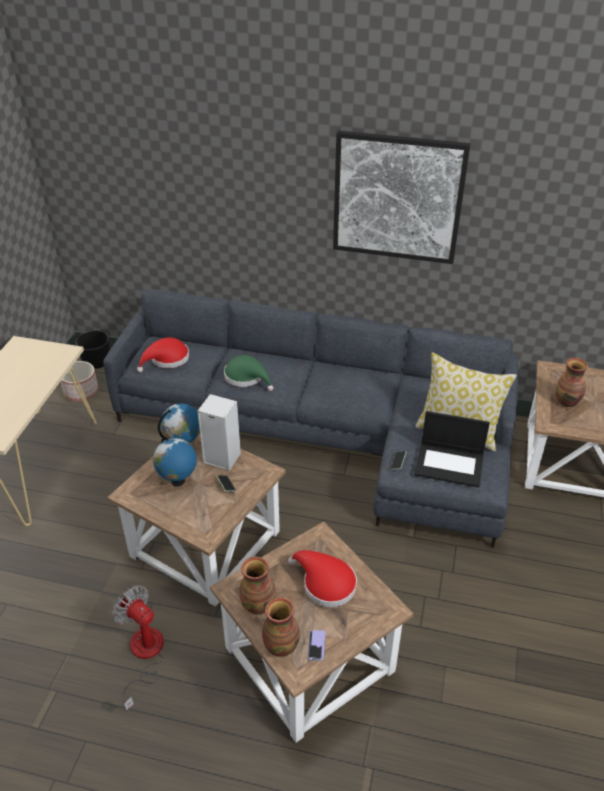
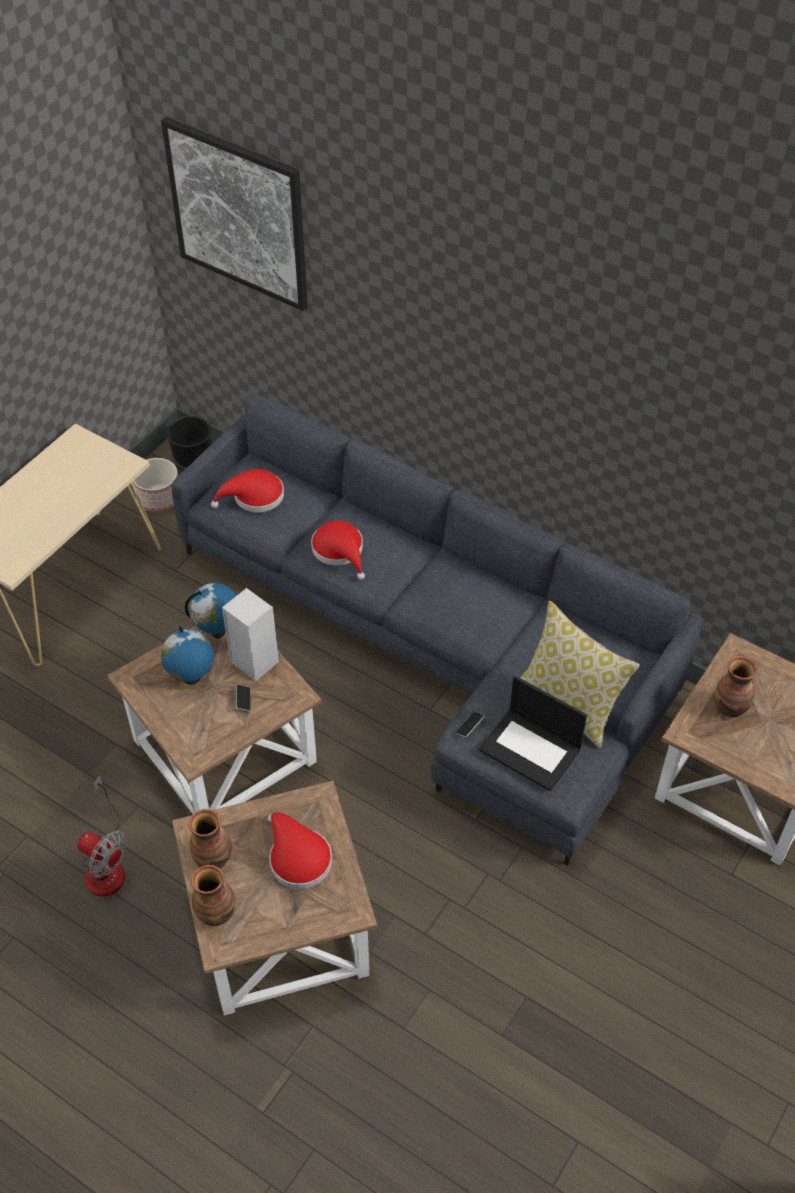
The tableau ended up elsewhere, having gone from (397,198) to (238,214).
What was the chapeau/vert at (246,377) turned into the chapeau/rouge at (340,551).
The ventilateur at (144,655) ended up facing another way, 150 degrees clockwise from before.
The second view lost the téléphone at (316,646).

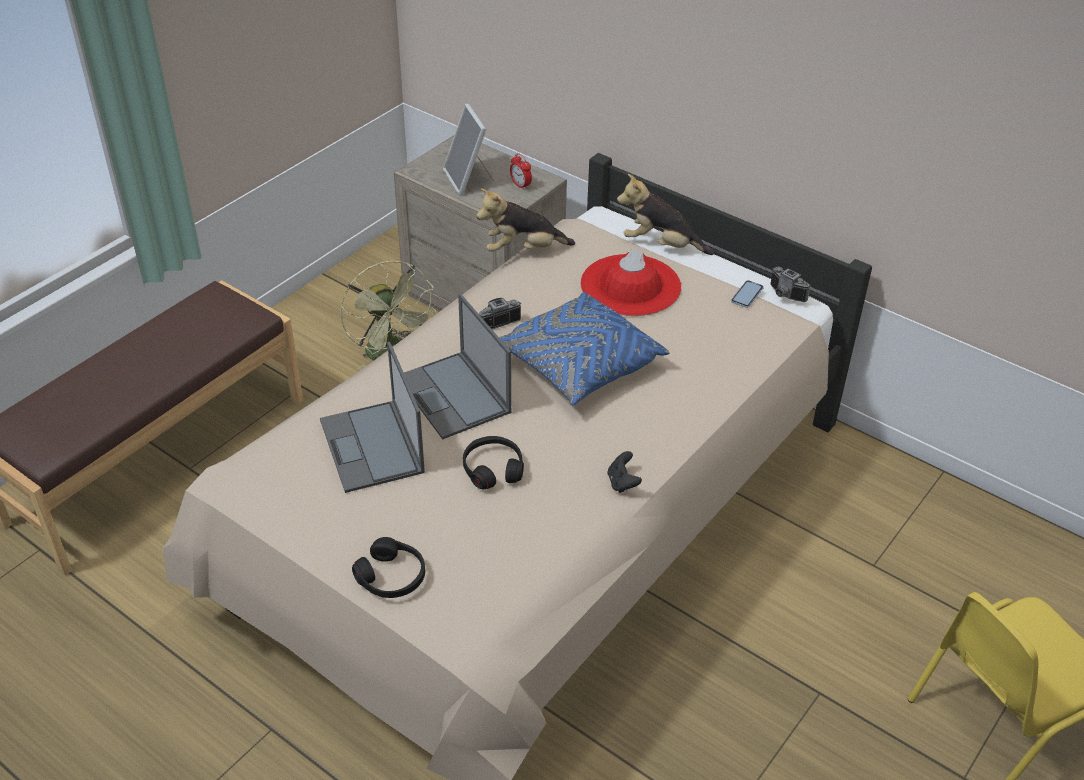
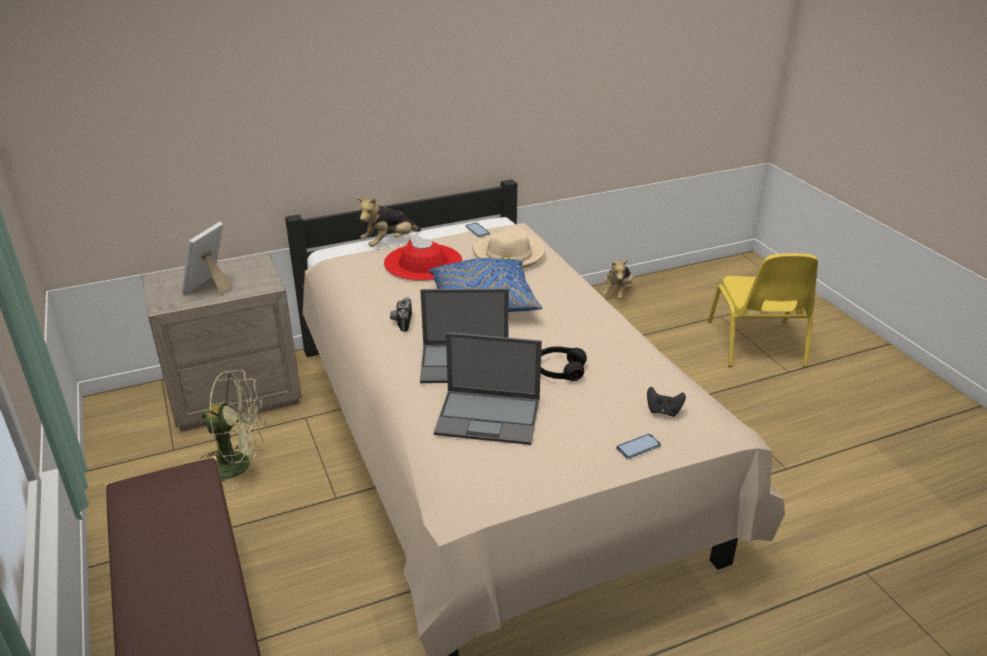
The cadre photo at (468,180) ended up facing another way, 105 degrees clockwise from before.
The second view lost the réveil at (520,185).
The peluche ended up elsewhere, having gone from (523,250) to (617,293).
The second view lost the appareil photo at (784,295).
The manette/noir ended up elsewhere, having gone from (622,482) to (663,411).
Where the casque audio/noir stood at (391,577), the téléphone came to stand at (638,447).
The second view gained the chapeau/beige at (509,255).

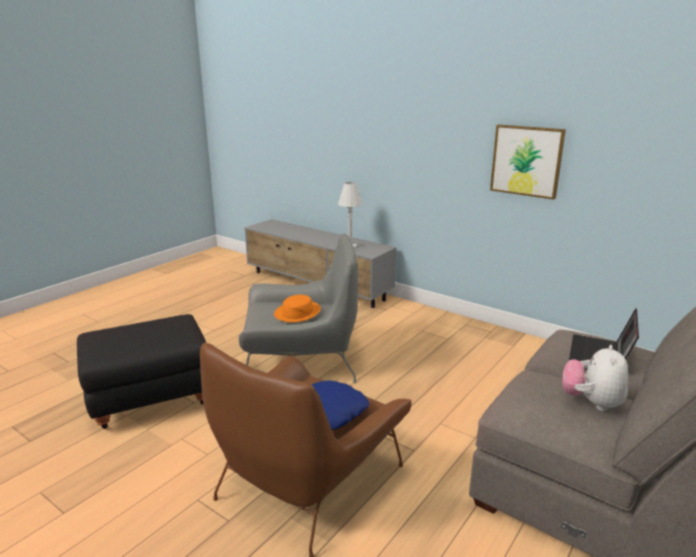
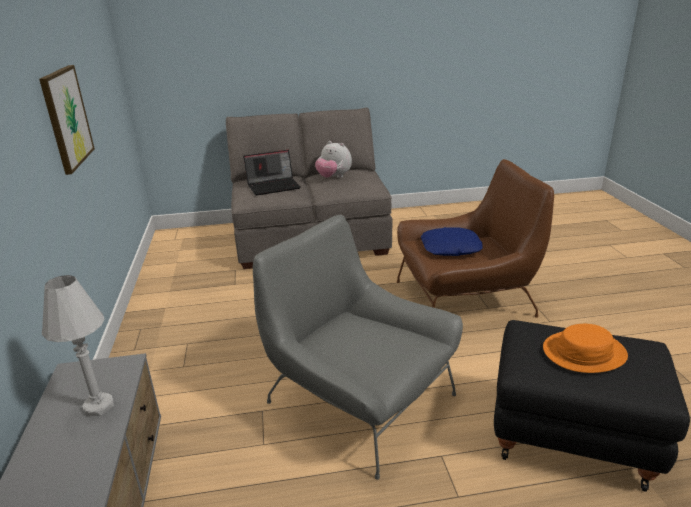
The chapeau/orange ended up elsewhere, having gone from (297,312) to (584,353).
The peluche at (591,403) ended up facing another way, 60 degrees clockwise from before.

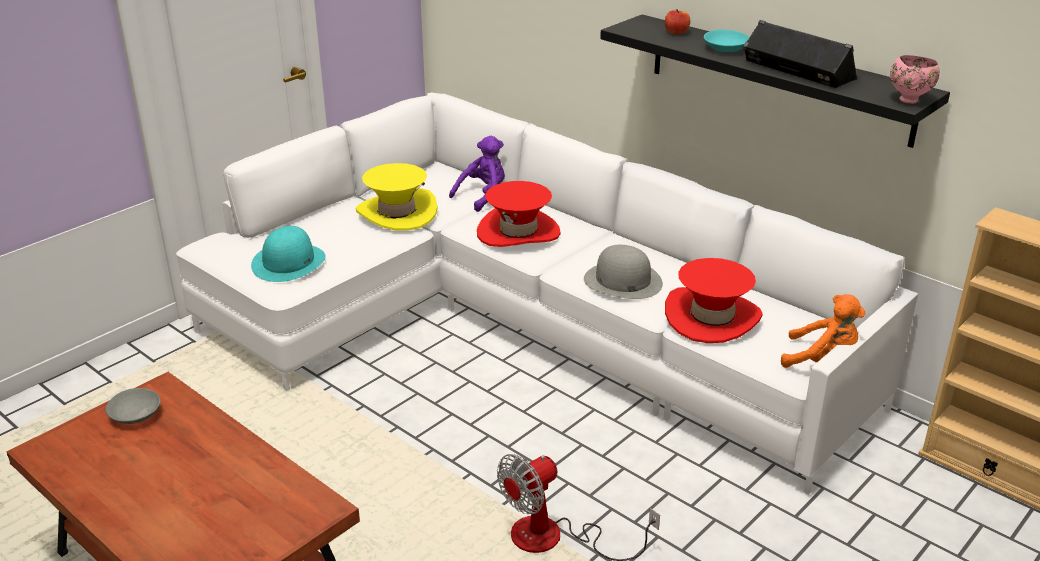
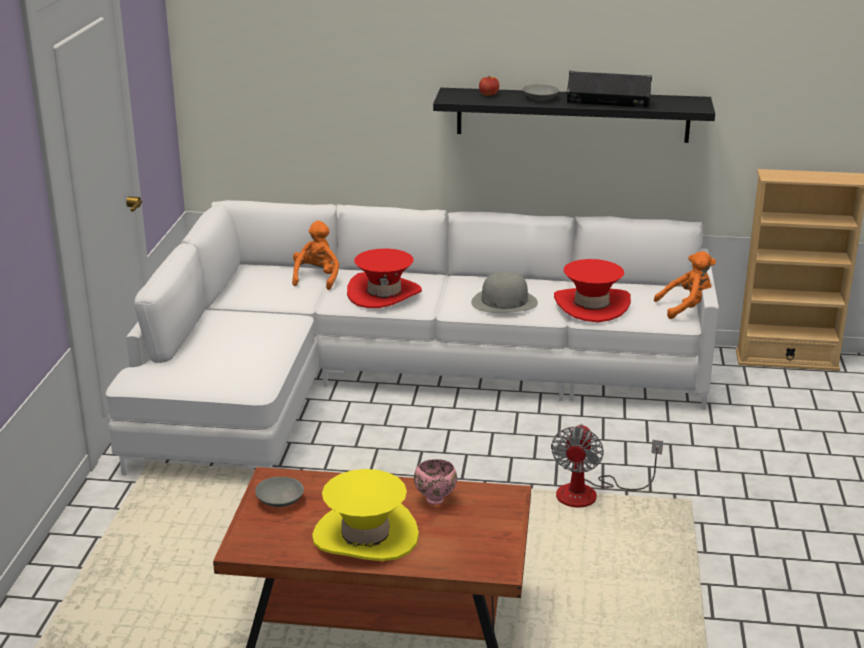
What was the bol/turquoise at (726,49) turned into the bol/gris at (540,98).
The bol/rose ended up elsewhere, having gone from (910,100) to (436,499).
What was the peluche/violet at (482,196) turned into the peluche/orange at (317,278).
The chapeau/jaune ended up elsewhere, having gone from (397,213) to (365,536).
The second view lost the chapeau/turquoise at (288,262).

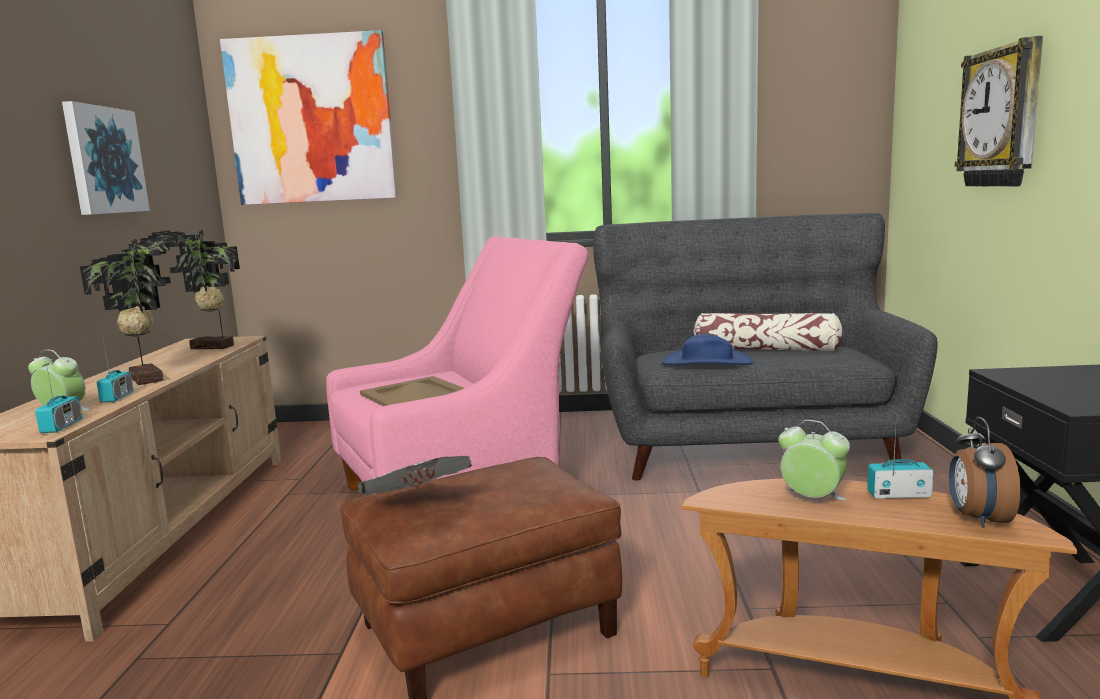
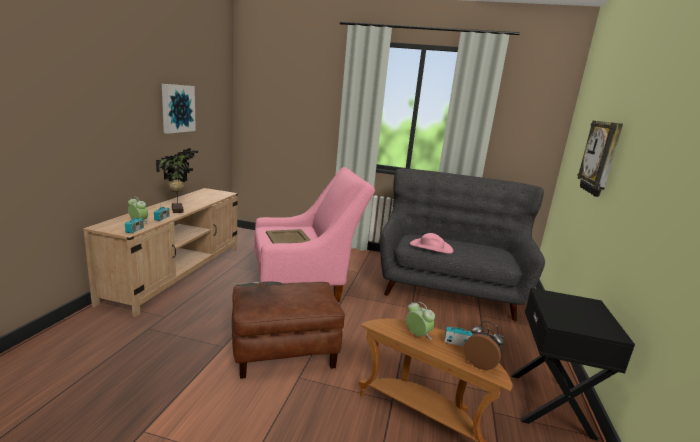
The second view lost the tableau at (311,120).
The second view lost the plante en pot at (211,348).
The second view lost the coussin at (766,349).
What was the chapeau/bleu at (706,362) turned into the chapeau/rose at (431,247).
The réveil at (977,519) ended up facing another way, 105 degrees clockwise from before.

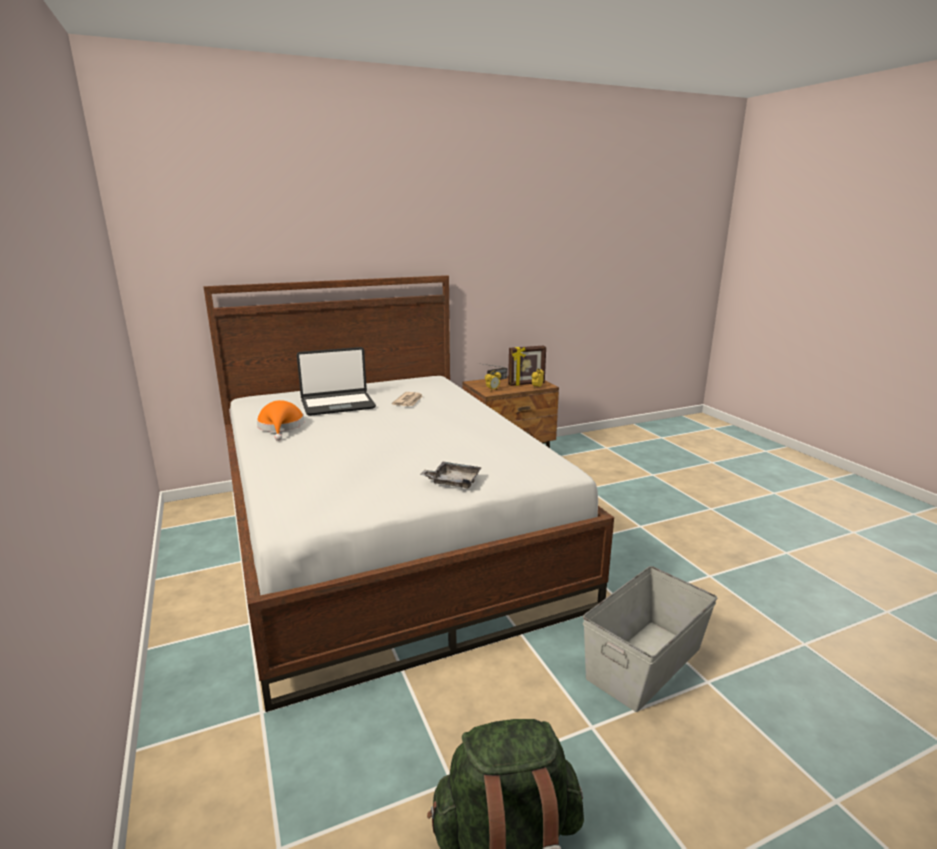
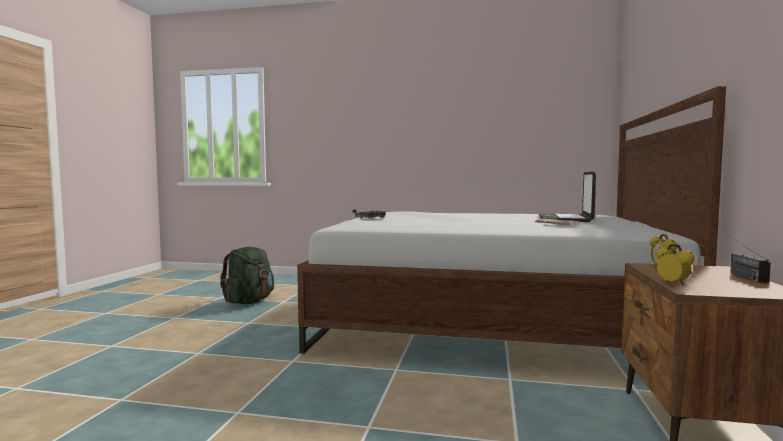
The second view lost the cadre photo at (526,384).
The second view lost the chapeau/orange at (281,427).
The second view lost the boîte de rangement/gris at (643,662).

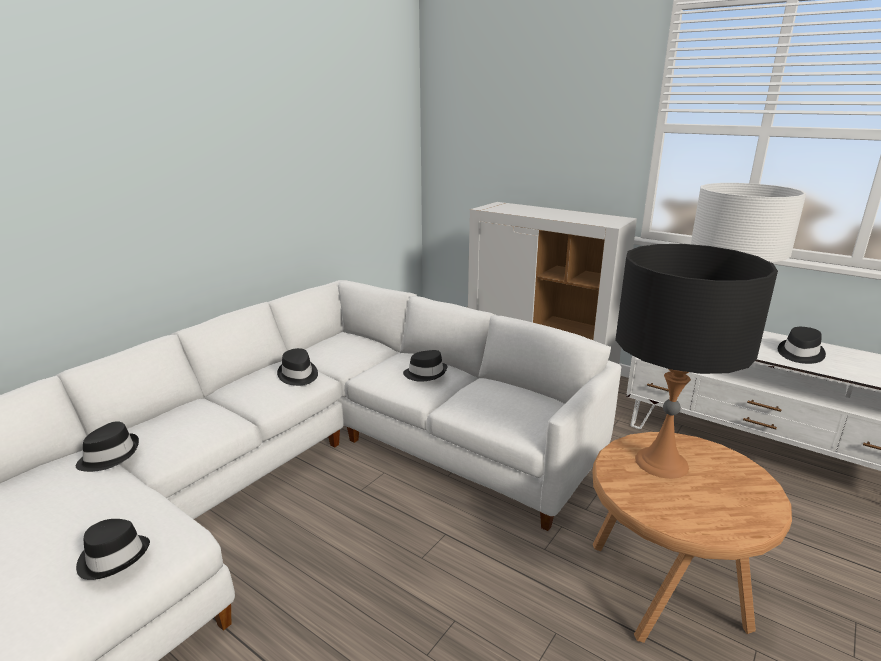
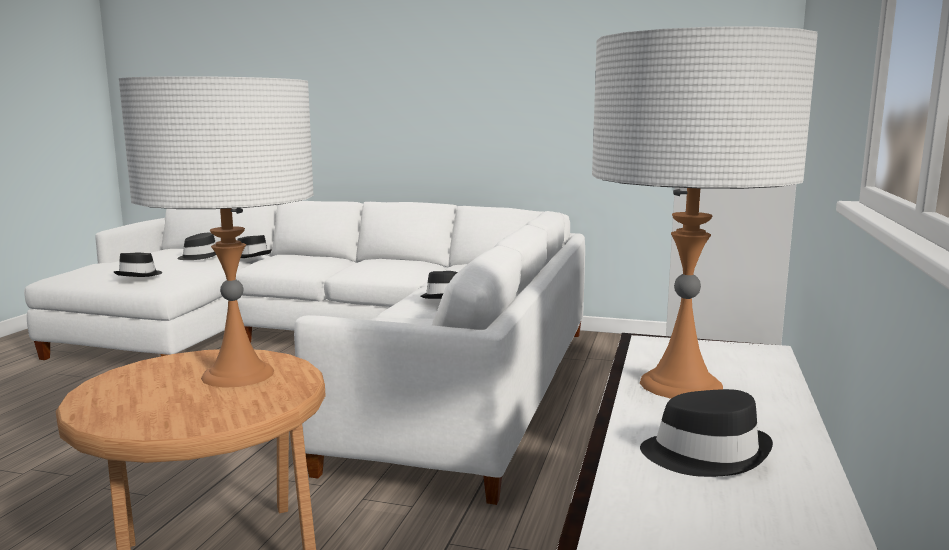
What was the lampe de table/noir at (661,462) turned into the lampe de table/blanc at (238,374).
The chapeau/noir ended up elsewhere, having gone from (298,375) to (199,256).

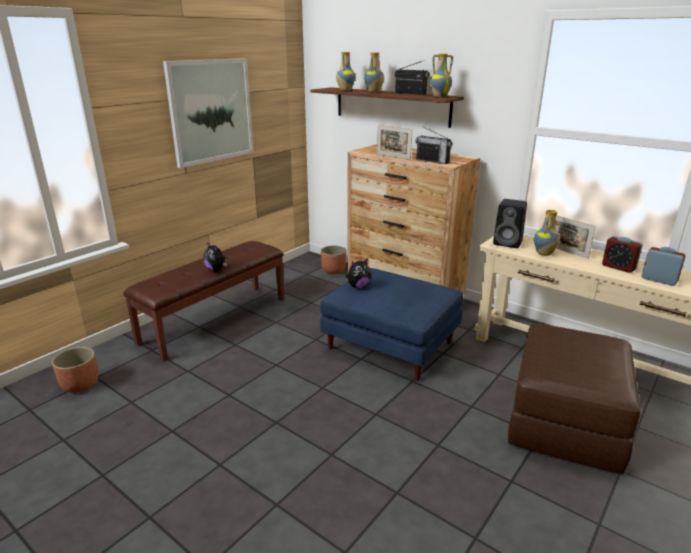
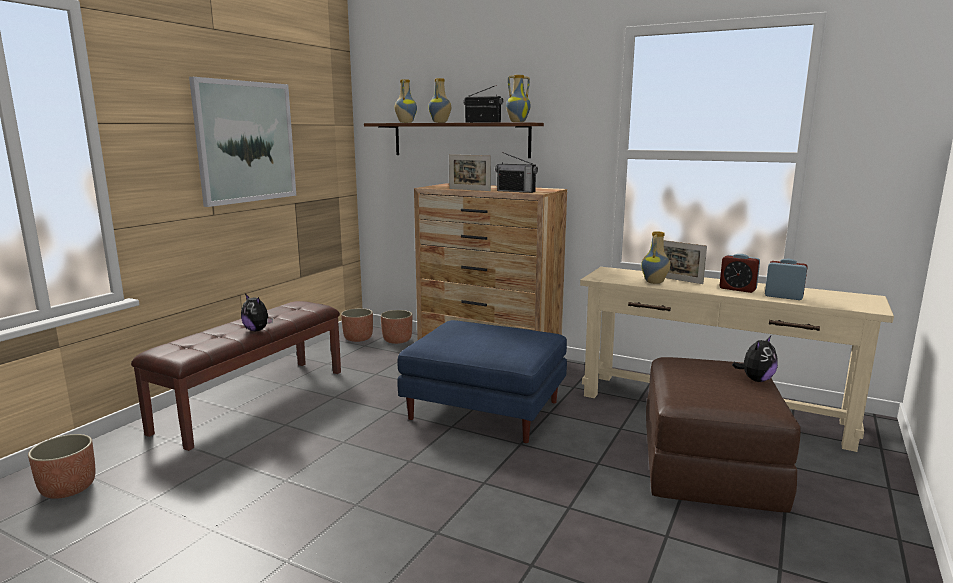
The second view lost the enceinte/noir at (508,243).
The peluche ended up elsewhere, having gone from (358,287) to (756,380).
The second view gained the cache-pot at (358,338).

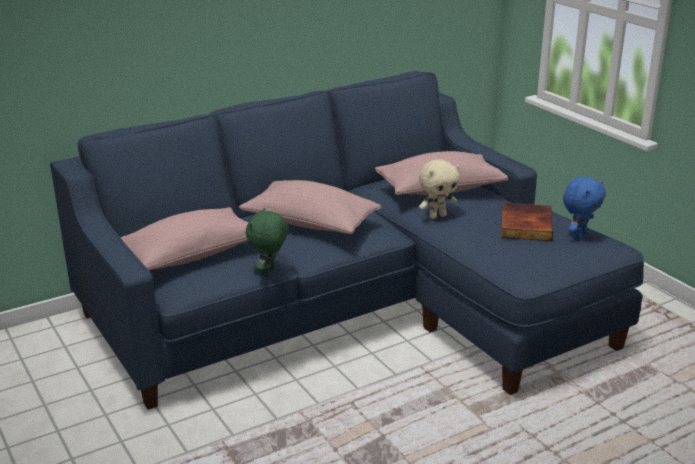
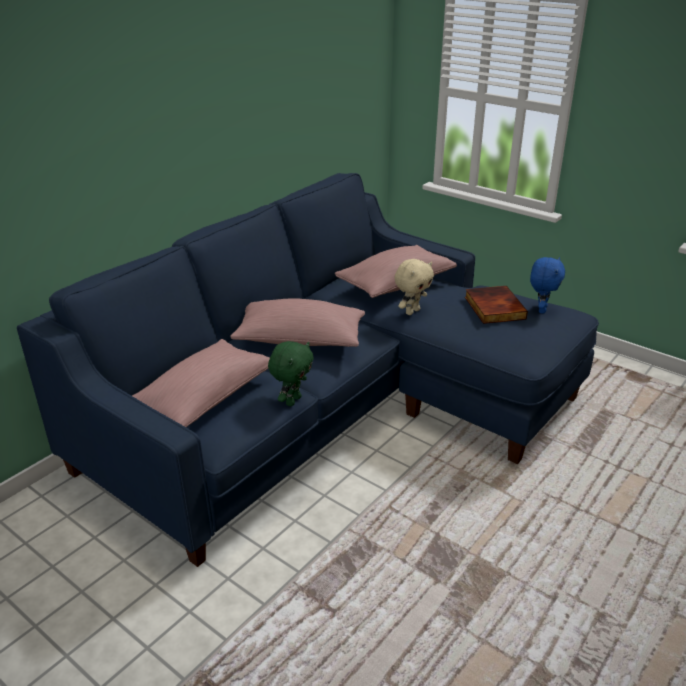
The peluche/vert at (269,272) ended up facing another way, 150 degrees counterclockwise from before.

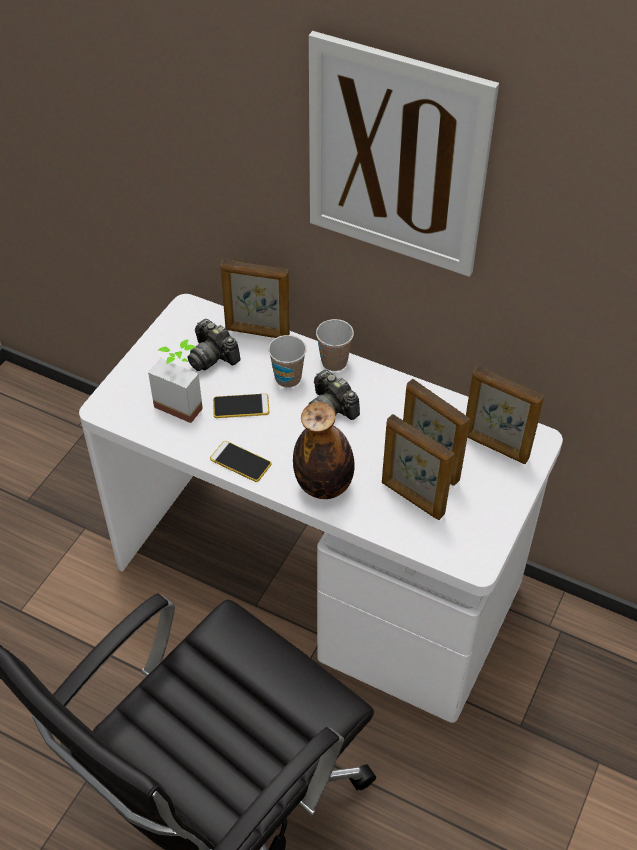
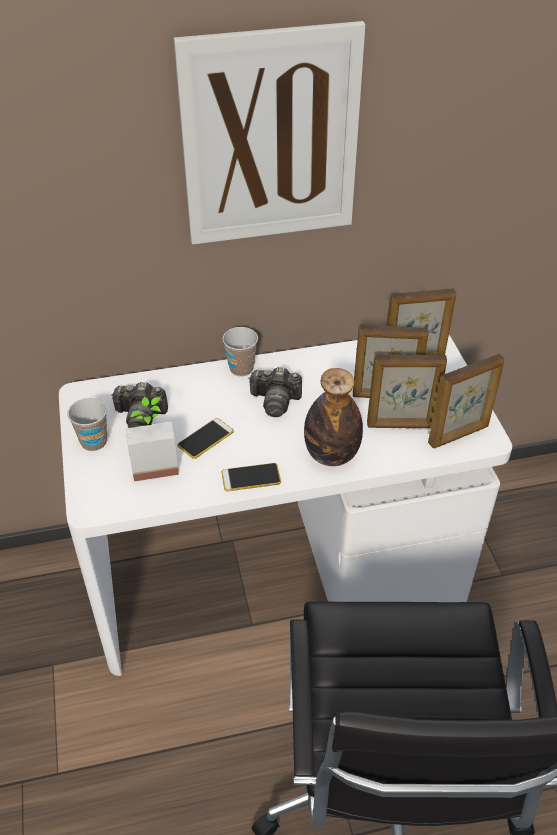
The cadre photo ended up elsewhere, having gone from (257,332) to (459,435).
The tasse ended up elsewhere, having gone from (288,378) to (94,442).

